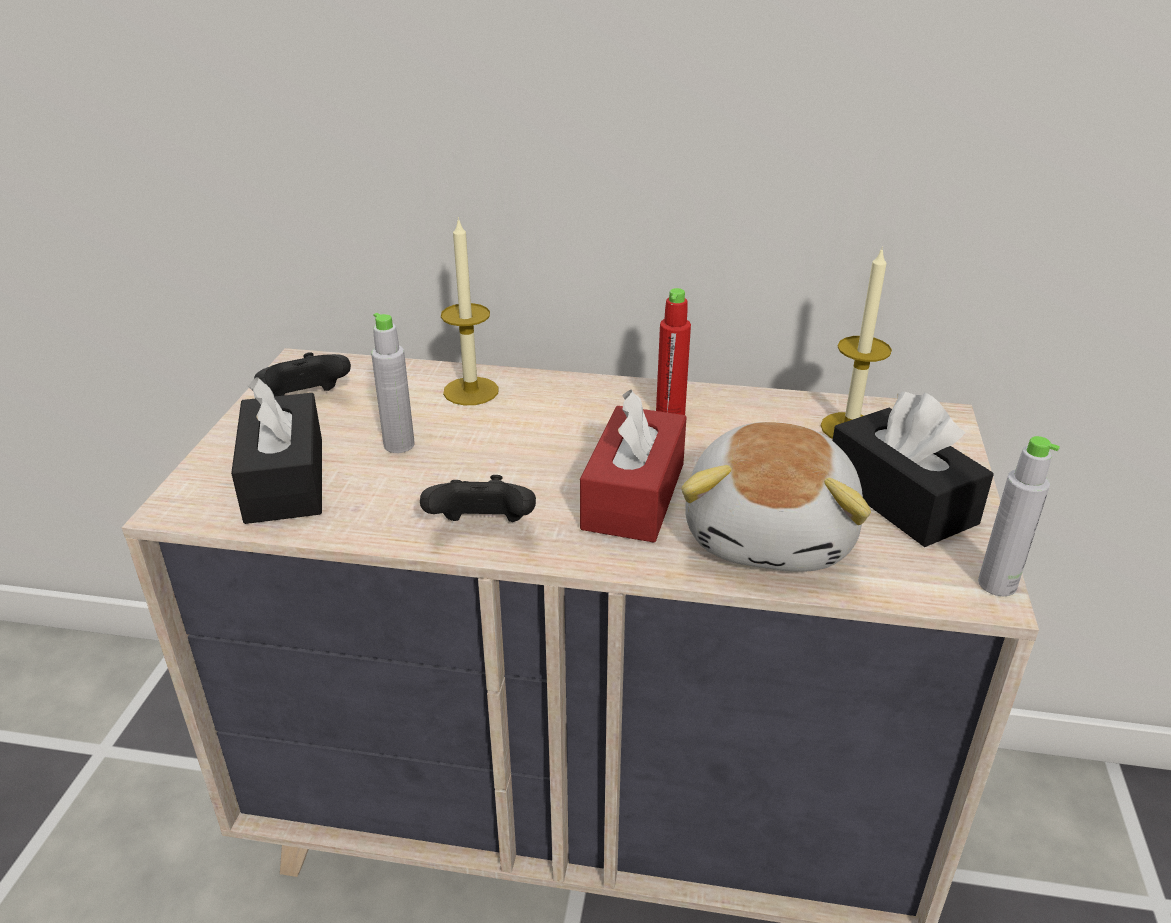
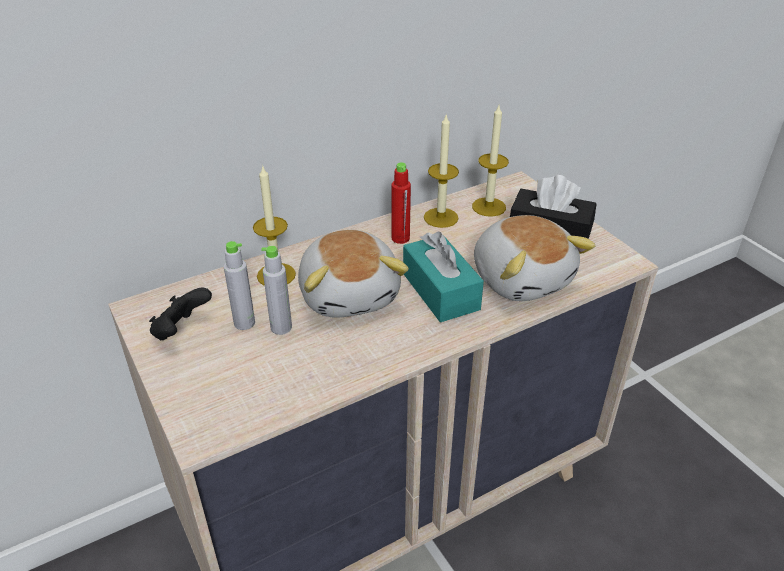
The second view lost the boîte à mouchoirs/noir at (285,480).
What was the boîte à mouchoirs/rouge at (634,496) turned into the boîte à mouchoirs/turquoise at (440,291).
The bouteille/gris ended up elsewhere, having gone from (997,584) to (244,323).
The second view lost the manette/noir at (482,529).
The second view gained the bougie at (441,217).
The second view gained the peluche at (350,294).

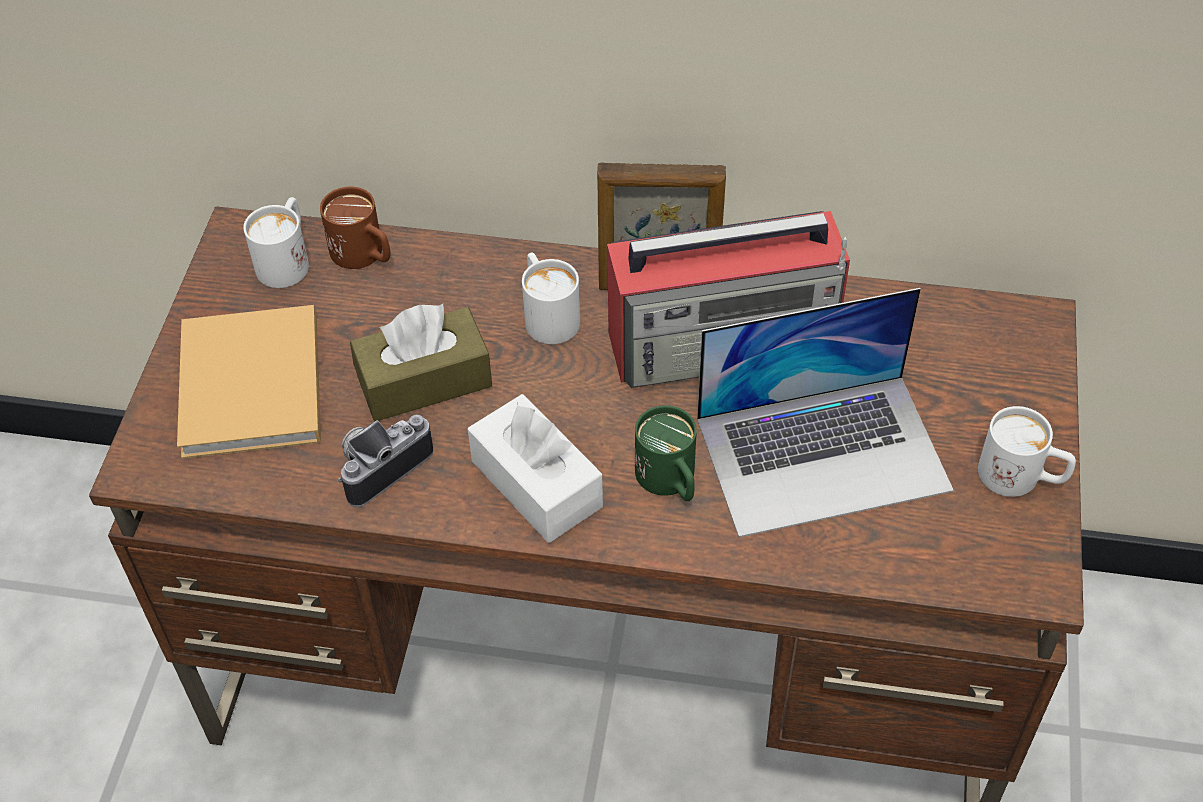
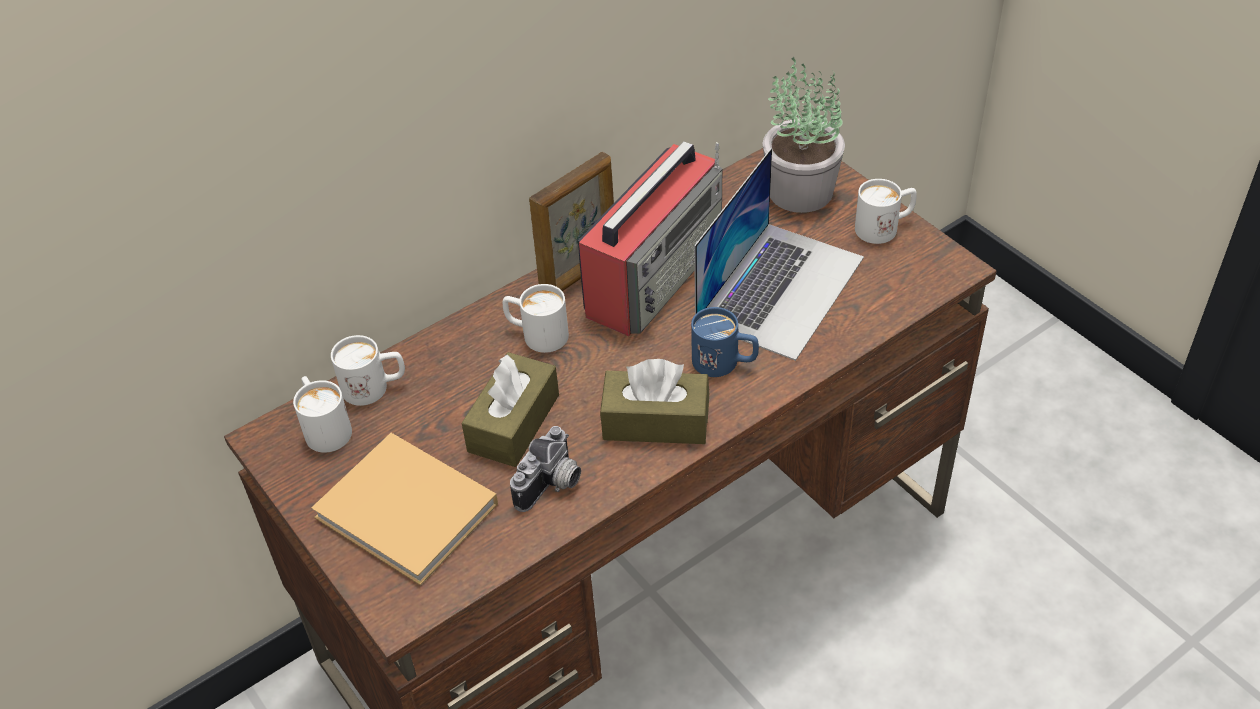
What was the mug/marron at (364,256) turned into the mug/blanc at (375,387).
What was the boîte à mouchoirs/blanc at (536,484) turned into the boîte à mouchoirs/marron at (655,421).
What was the mug/vert at (670,482) turned into the mug/bleu at (725,363).
The appareil photo at (380,465) ended up facing another way, 150 degrees counterclockwise from before.
The second view gained the plante en pot at (799,191).

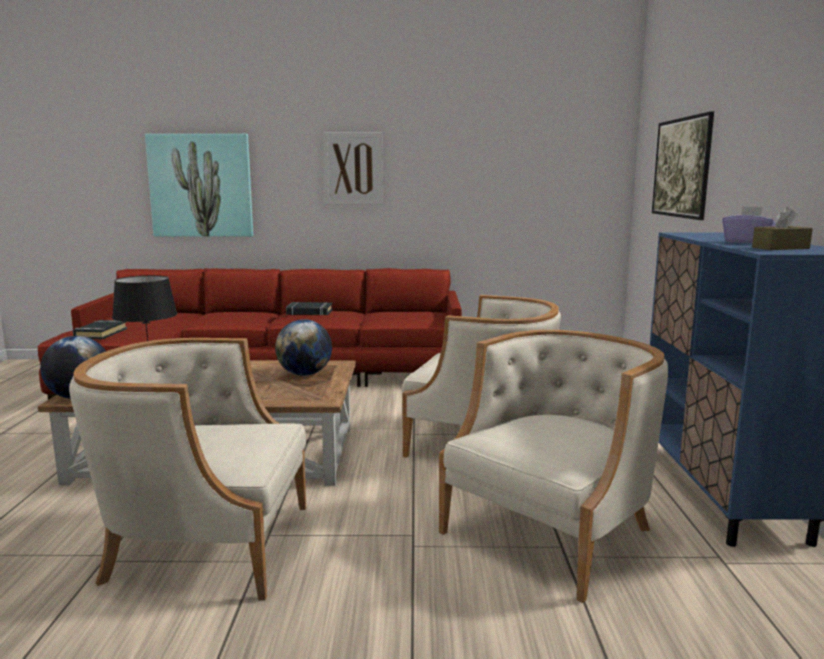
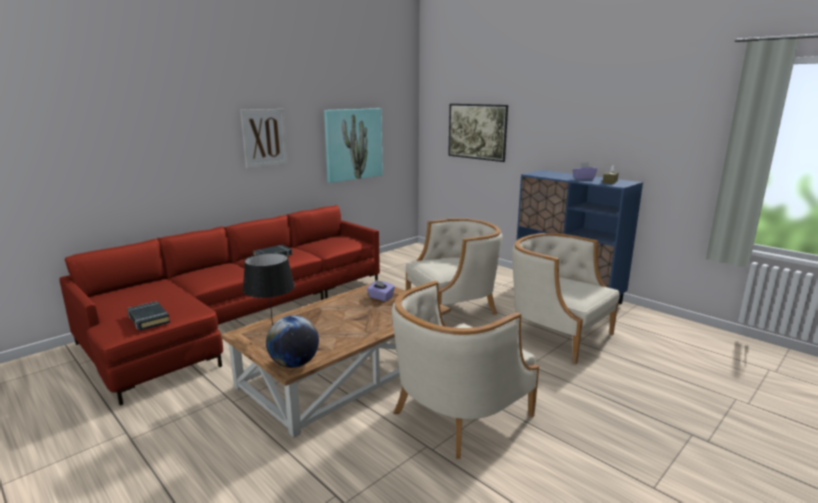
The tableau ended up elsewhere, having gone from (201,185) to (353,144).
Where the globe stood at (304,374), the boîte à mouchoirs/violet came to stand at (380,297).
The fauteuil/beige at (553,531) ended up facing another way, 45 degrees counterclockwise from before.

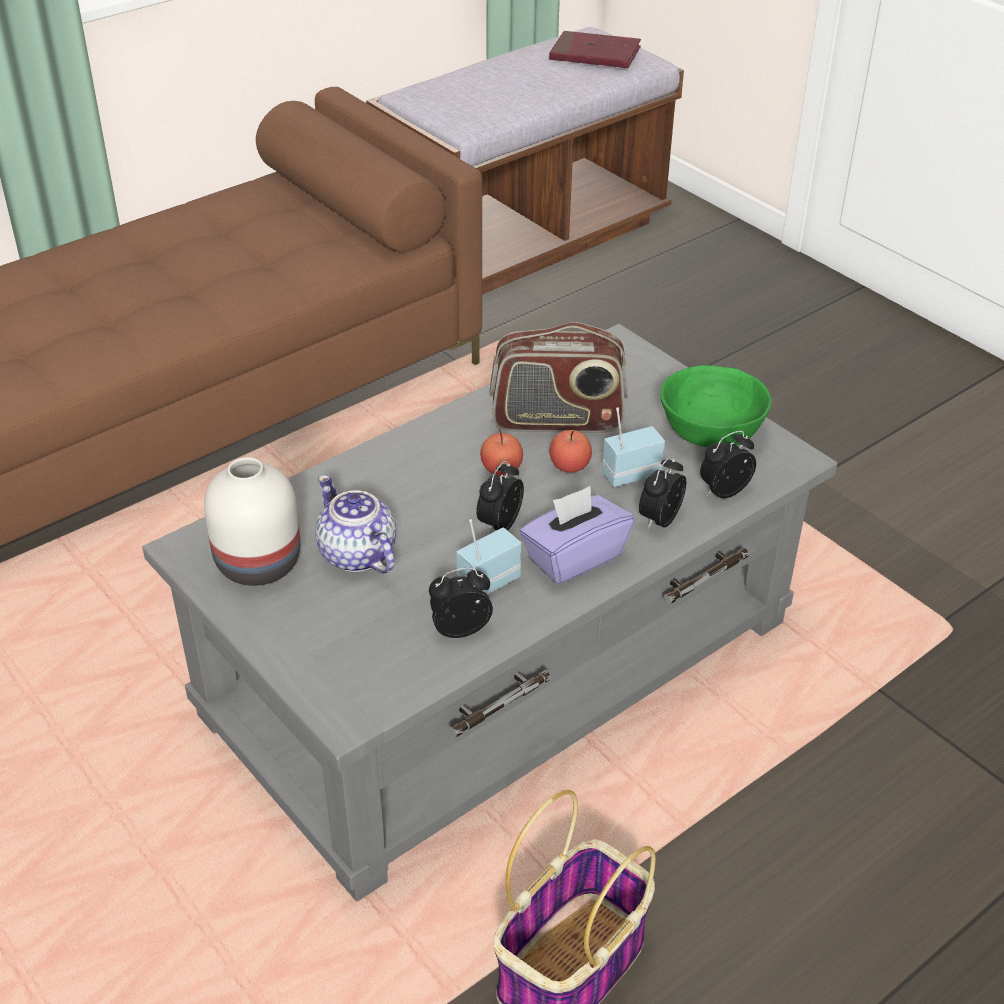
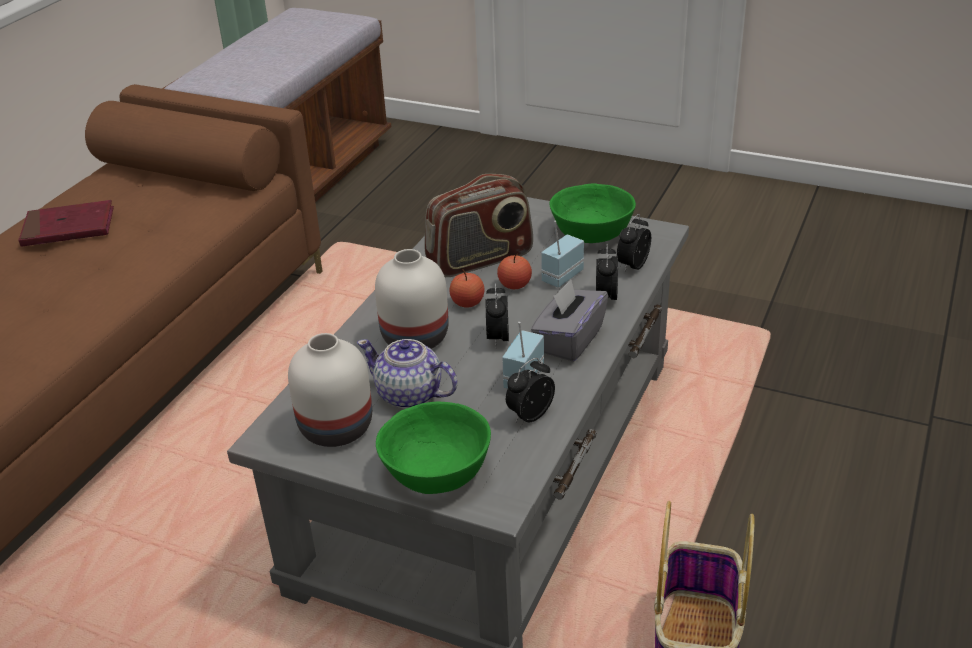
The livre/rouge ended up elsewhere, having gone from (595,55) to (68,228).
What was the boîte à mouchoirs/violet at (574,557) turned into the boîte à mouchoirs/gris at (569,340).
The second view gained the vase/blanc at (416,339).
The second view gained the bol/vert at (436,472).

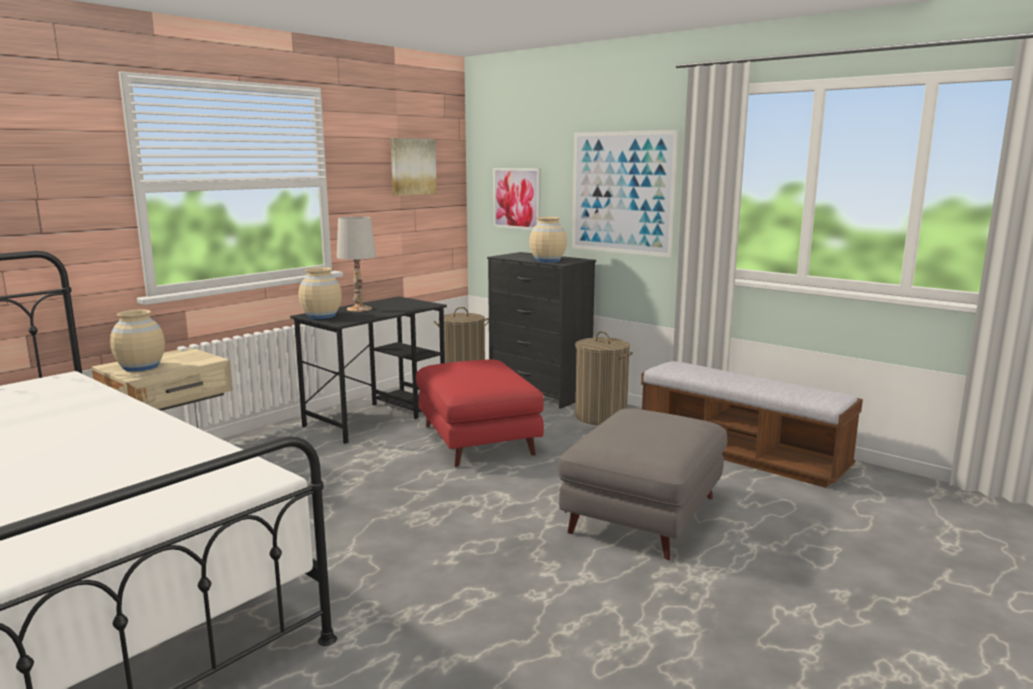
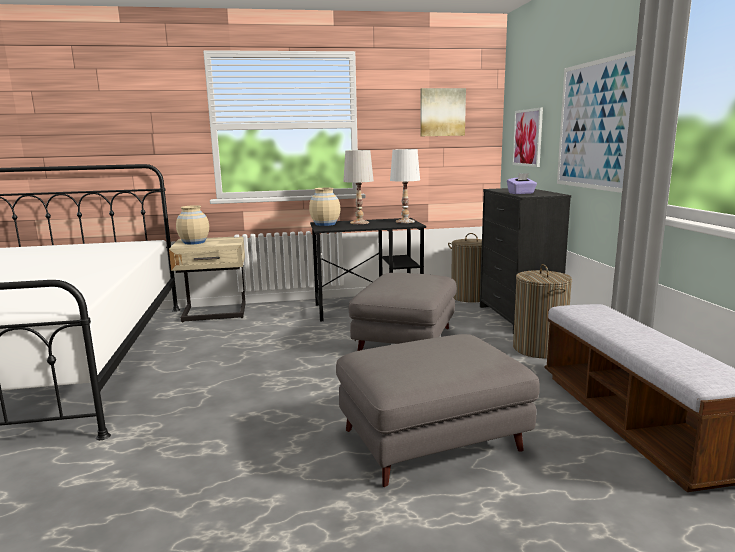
Where the vase/beige stood at (548,260), the boîte à mouchoirs/violet came to stand at (521,193).
What was the pouf/rouge at (478,440) turned into the pouf/gris at (406,341).
The second view gained the lampe de table/blanc at (405,221).

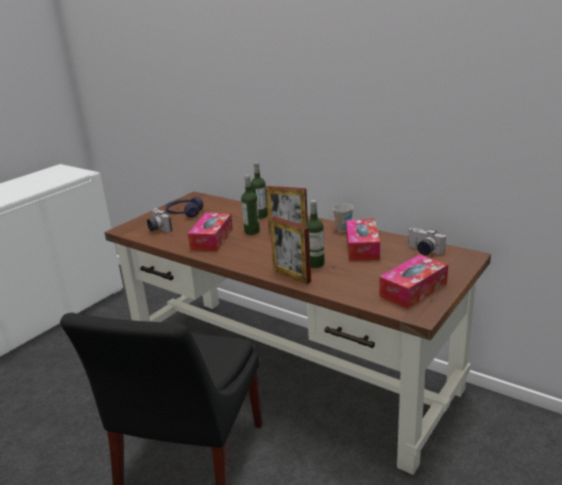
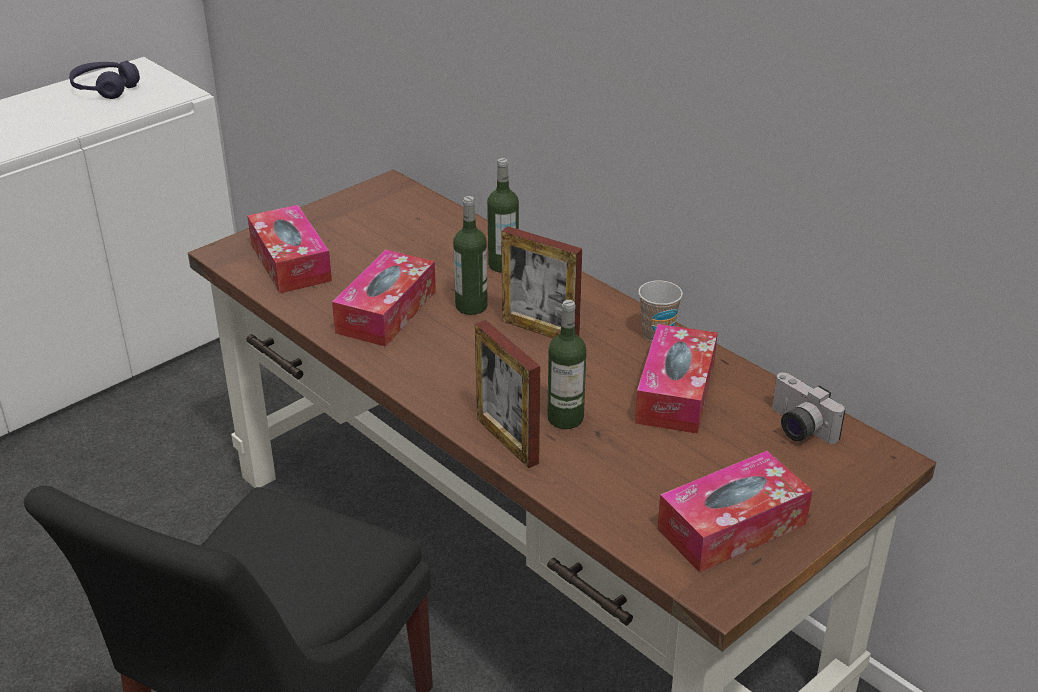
The casque audio/violet ended up elsewhere, having gone from (184,213) to (105,89).
Where the appareil photo stood at (157,228), the boîte à mouchoirs came to stand at (290,262).

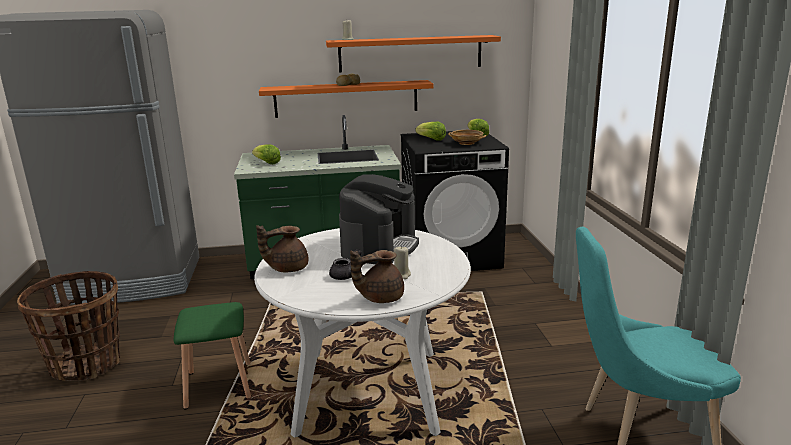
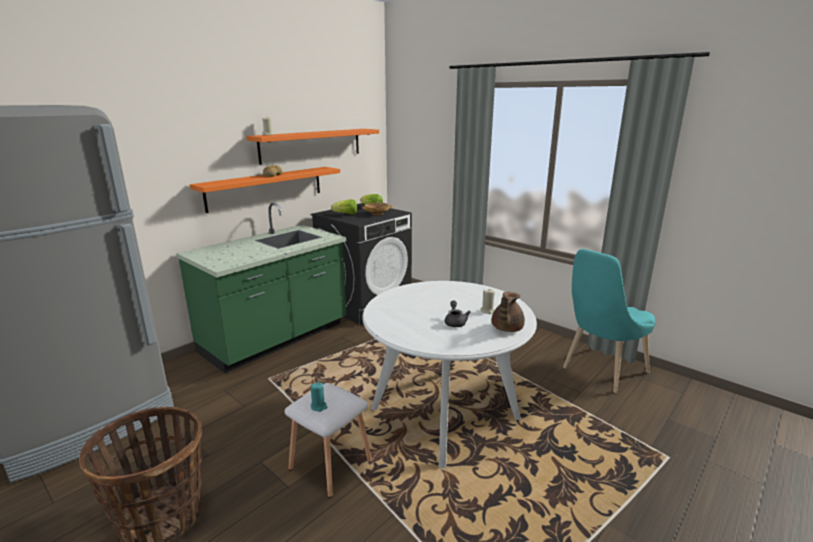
The second view lost the laitue at (267,163).
The second view lost the machine à café at (379,246).
The second view lost the théière/marron at (287,268).
What was the tabouret/vert at (218,384) turned into the tabouret/blanc at (329,464).
The second view gained the bougie/turquoise at (319,406).

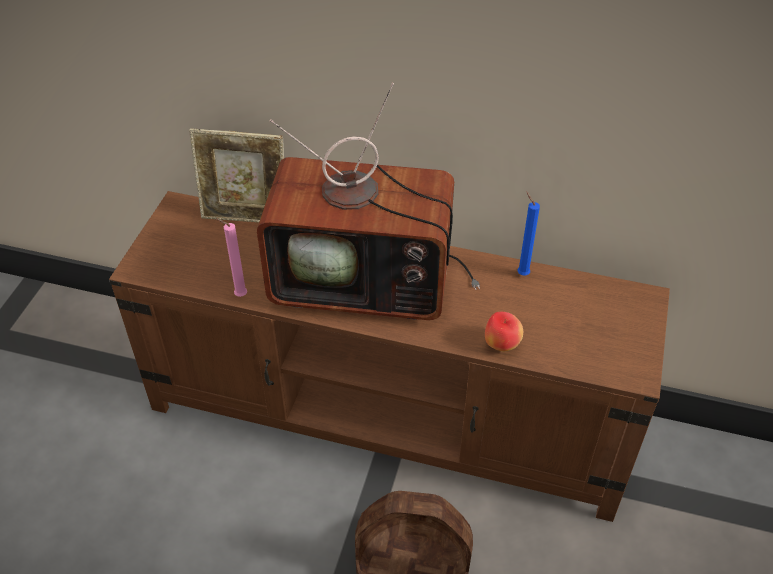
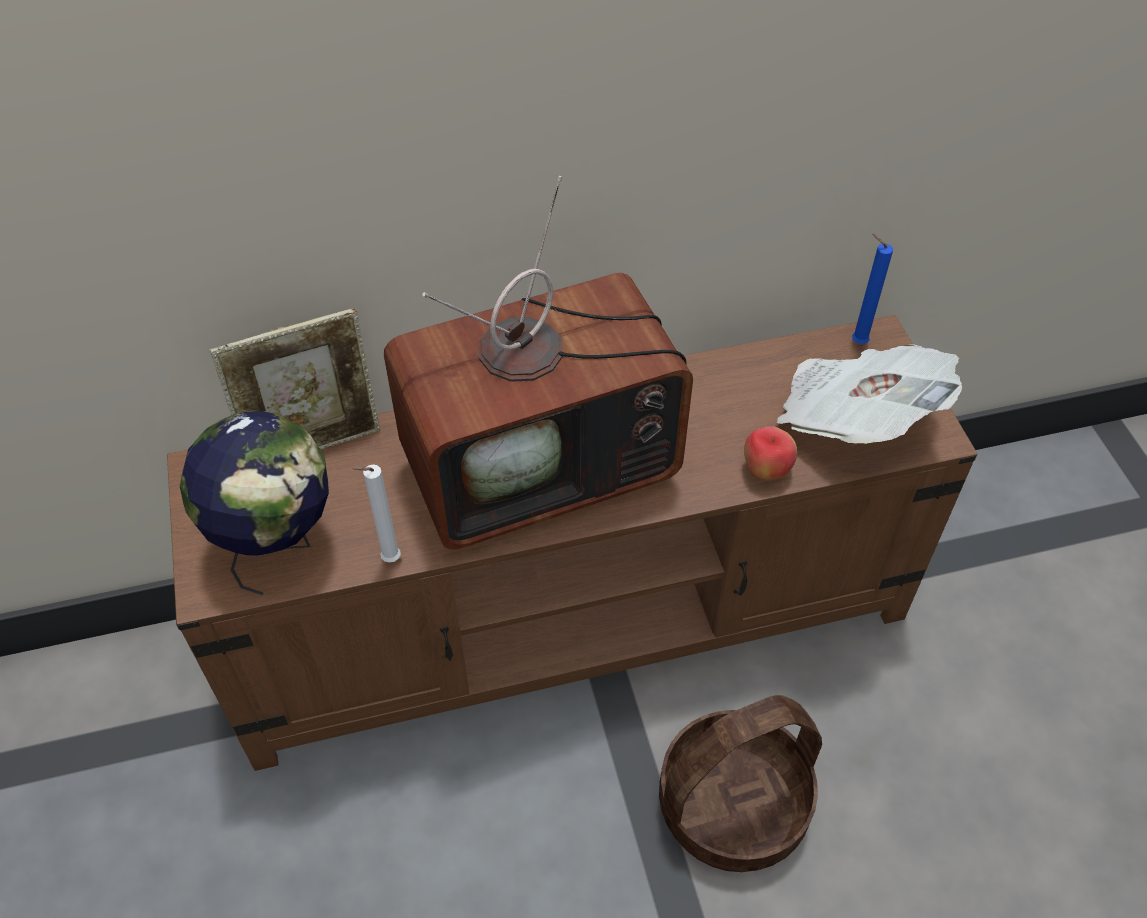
The bougie/bleu ended up elsewhere, having gone from (521,273) to (856,342).
What was the bougie/rose at (239,295) turned into the bougie/blanc at (388,560).
The second view gained the journal at (855,418).
The second view gained the globe at (278,545).

